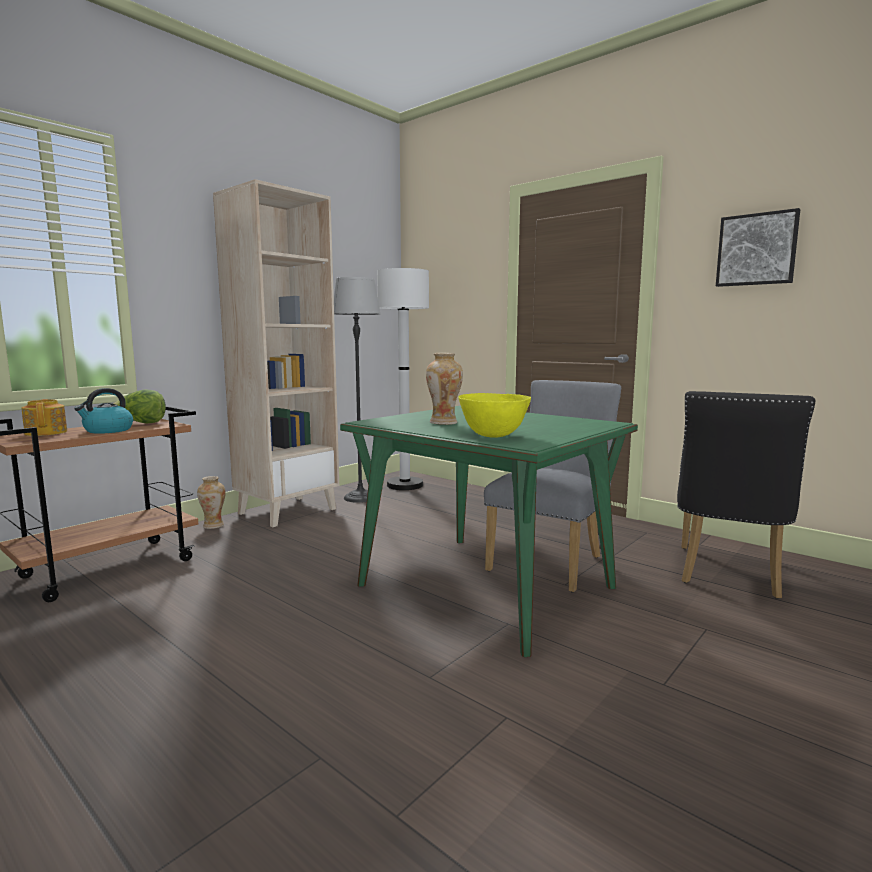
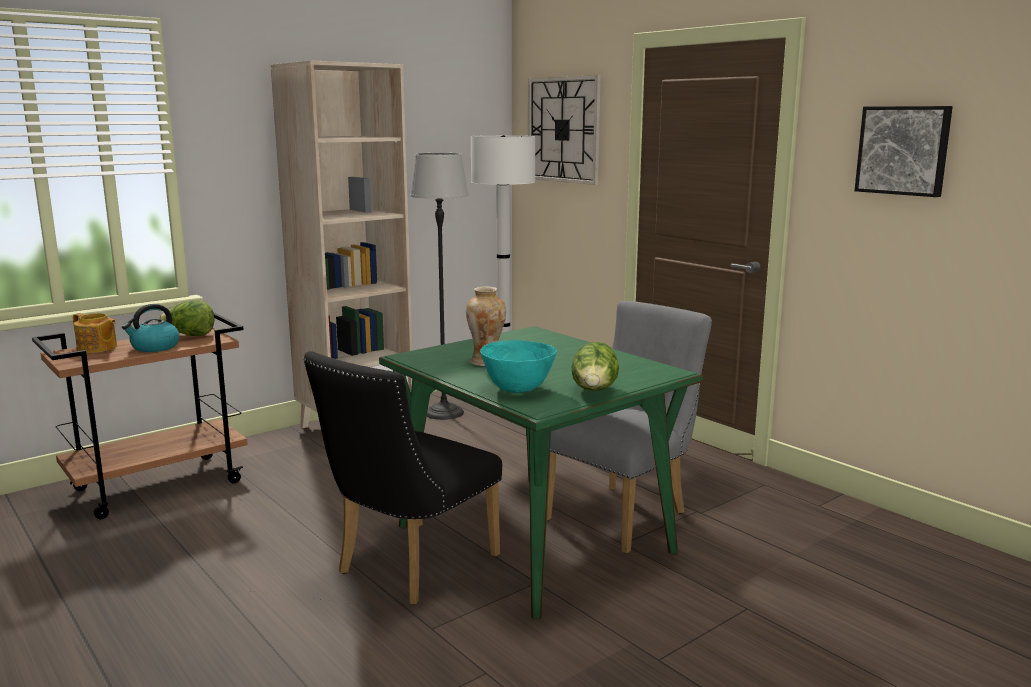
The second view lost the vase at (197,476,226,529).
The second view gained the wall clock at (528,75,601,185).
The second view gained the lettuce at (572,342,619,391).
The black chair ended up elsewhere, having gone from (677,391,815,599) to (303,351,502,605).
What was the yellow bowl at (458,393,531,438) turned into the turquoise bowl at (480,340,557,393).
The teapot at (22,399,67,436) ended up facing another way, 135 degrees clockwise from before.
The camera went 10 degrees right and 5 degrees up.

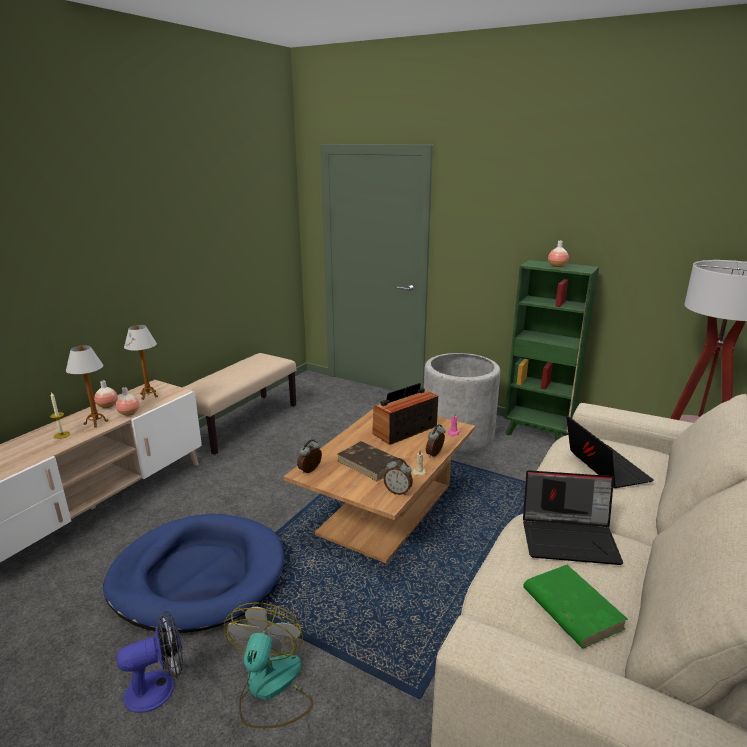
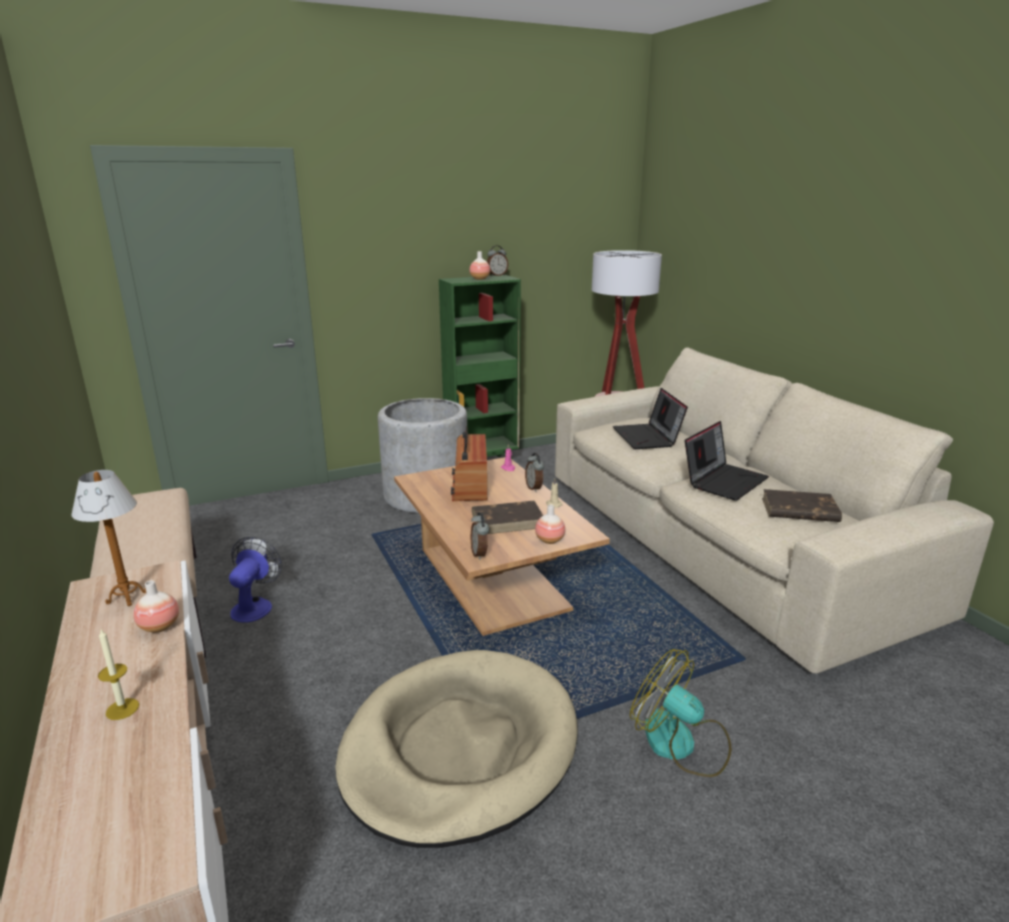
The second view lost the table lamp at (66,345,108,427).
The vase ended up elsewhere, having gone from (94,380,118,408) to (535,505,565,544).
The fan ended up elsewhere, having gone from (116,611,183,713) to (229,537,282,623).
The alarm clock ended up elsewhere, having gone from (384,458,413,495) to (487,245,508,276).
What was the blue dog bed at (103,514,284,633) turned into the beige dog bed at (335,650,578,848).
What was the green book at (523,565,628,648) turned into the brown book at (762,489,842,522).
The laptop at (566,415,654,488) ended up facing another way, 120 degrees counterclockwise from before.
The camera went 55 degrees left and 0 degrees up.

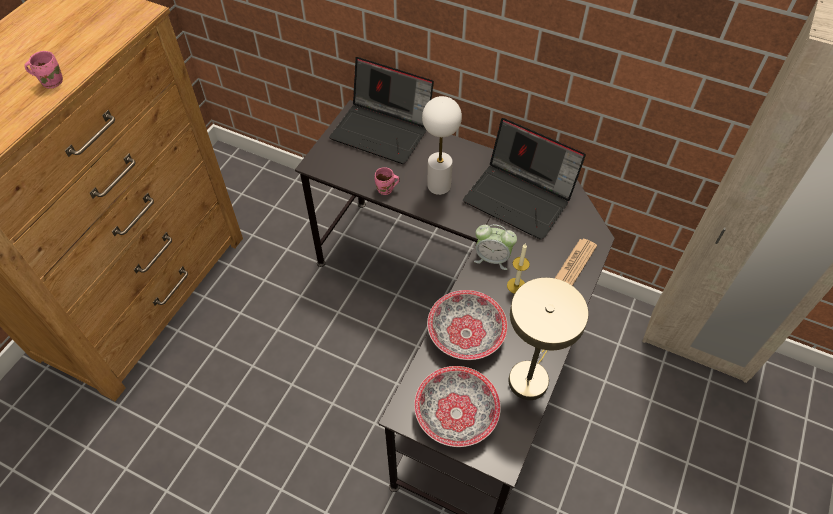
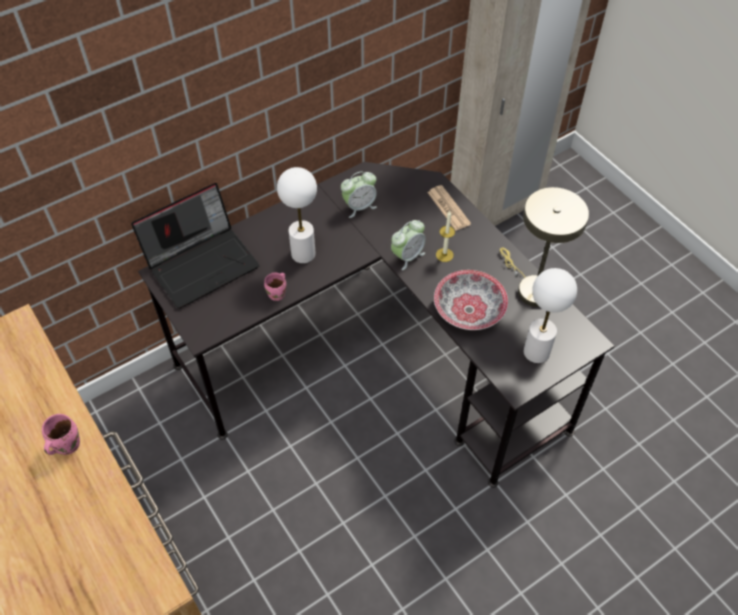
Where the bowl stood at (414,366,501,447), the white table lamp came to stand at (524,268,577,363).
Where the laptop stood at (463,118,586,240), the alarm clock came to stand at (341,171,377,218).
The camera went 60 degrees left and 0 degrees up.

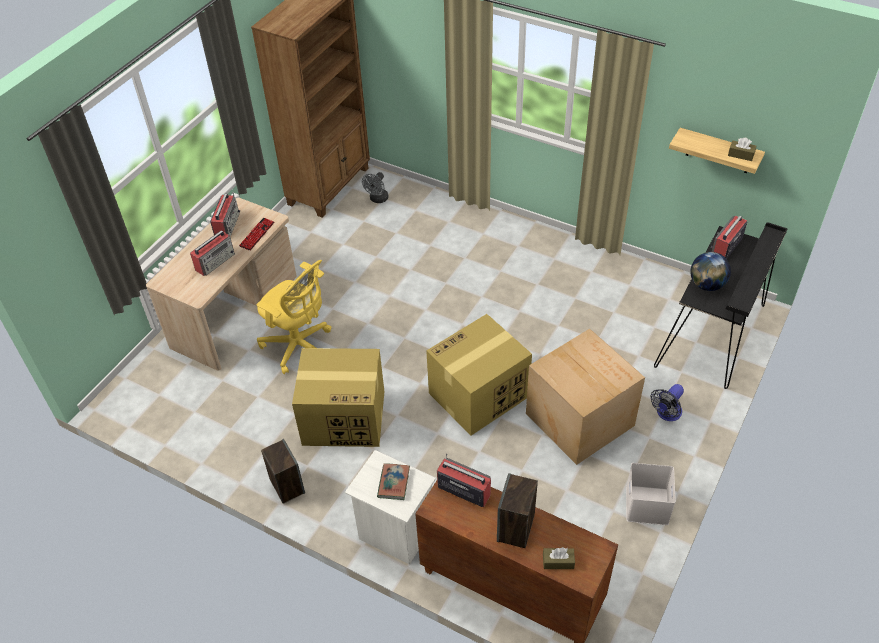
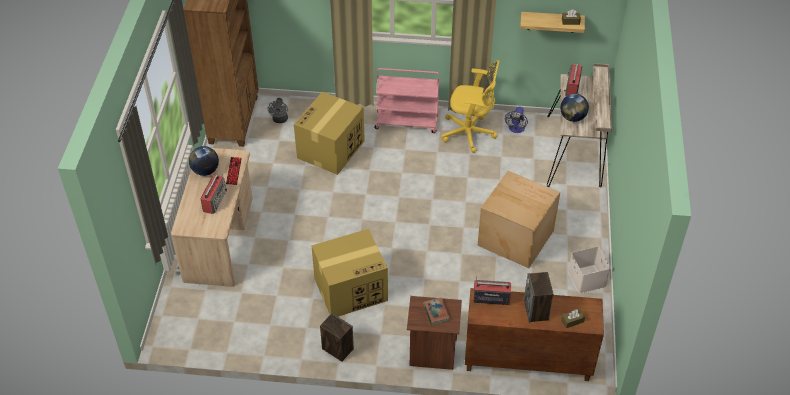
The second view gained the pink cart at (374,68,439,133).
The yellow office chair ended up elsewhere, having gone from (256,260,331,374) to (442,60,499,153).
The cardboard box ended up elsewhere, having gone from (426,314,532,436) to (294,92,365,175).
The fan ended up elsewhere, having gone from (650,384,684,421) to (505,106,528,133).
Where the radio stood at (210,192,240,237), the globe came to stand at (189,146,219,176).
What was the white nightstand at (345,450,436,564) turned into the brown nightstand at (407,296,462,370).
What was the black desk at (654,222,788,389) turned into the beige desk at (547,63,612,187).
The camera went 25 degrees left and 0 degrees up.

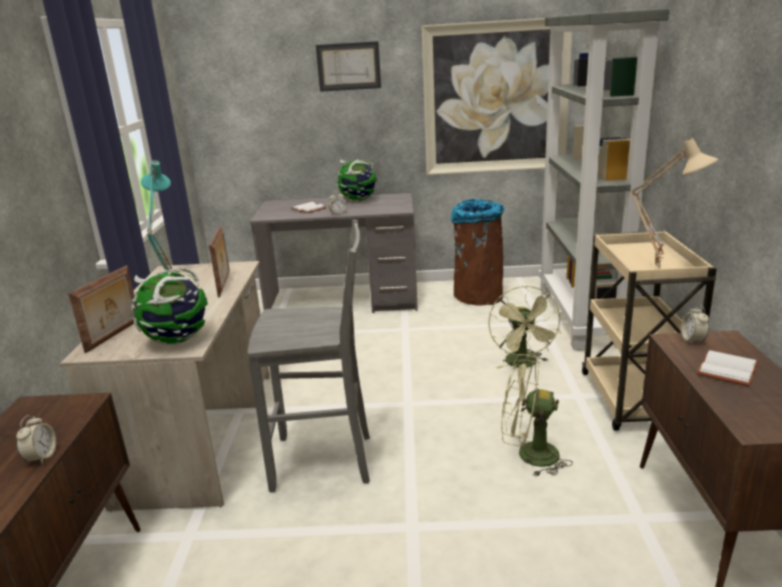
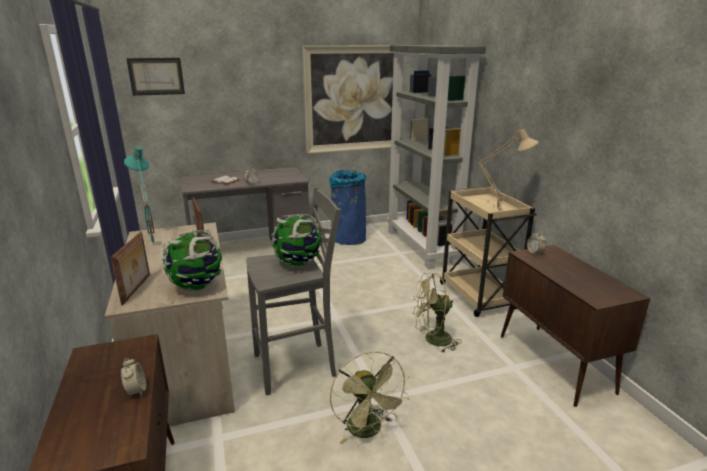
The second view lost the white book at (697,350,758,386).
The picture ended up elsewhere, having gone from (316,41,381,92) to (126,58,185,96).
The globe ended up elsewhere, having gone from (336,159,377,201) to (271,214,321,267).
The green fan ended up elsewhere, having gone from (488,286,562,369) to (330,352,409,444).
What was the brown trash can at (451,199,504,306) turned into the blue trash can at (329,170,367,245).
The camera went 20 degrees left and 0 degrees up.

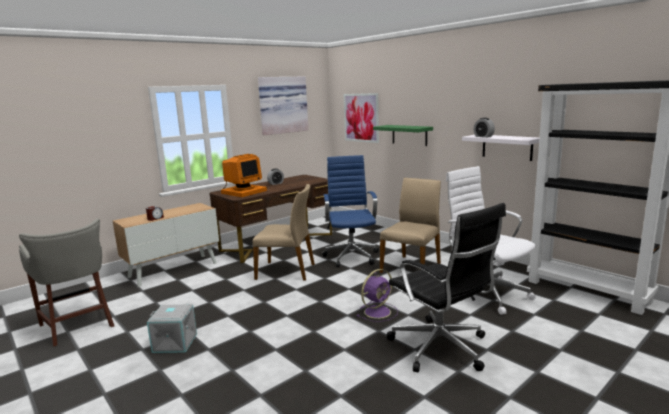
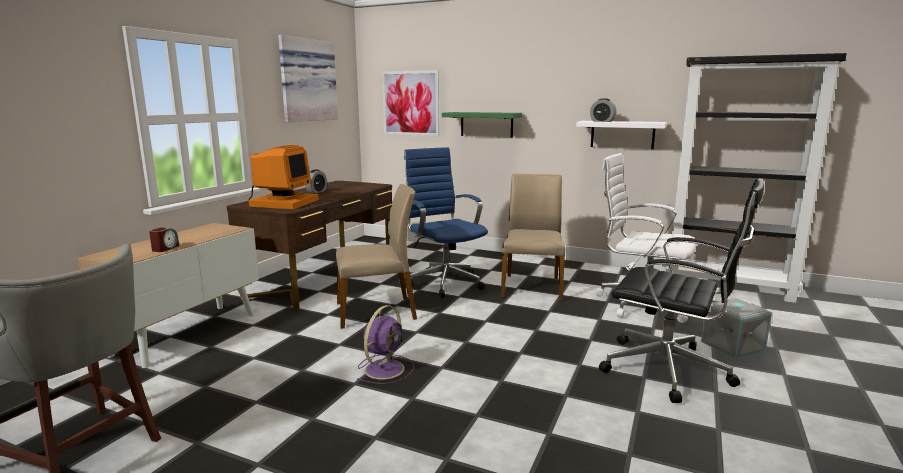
The grey storage box ended up elsewhere, having gone from (147,304,197,353) to (701,298,772,359).
The purple fan ended up elsewhere, having gone from (357,269,398,322) to (356,305,414,384).
The camera went 25 degrees left and 0 degrees up.

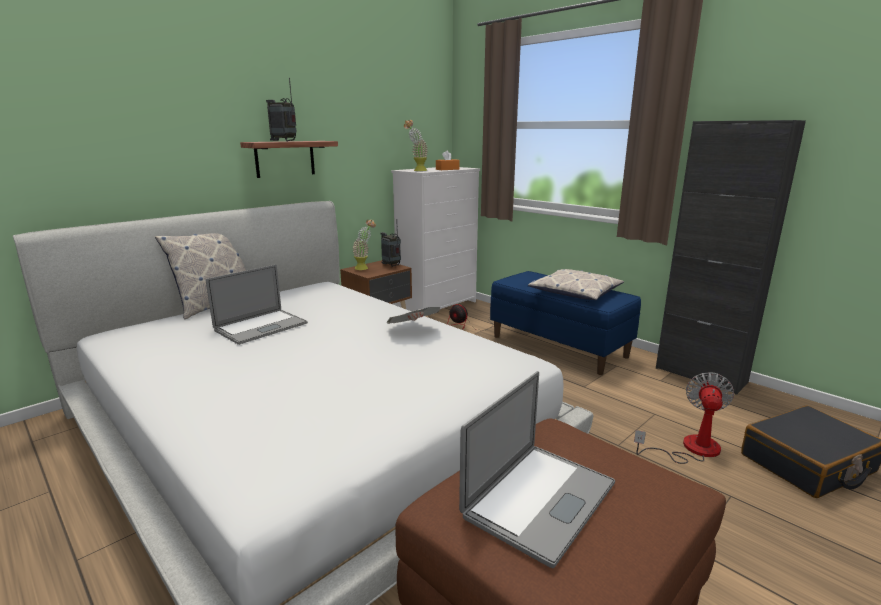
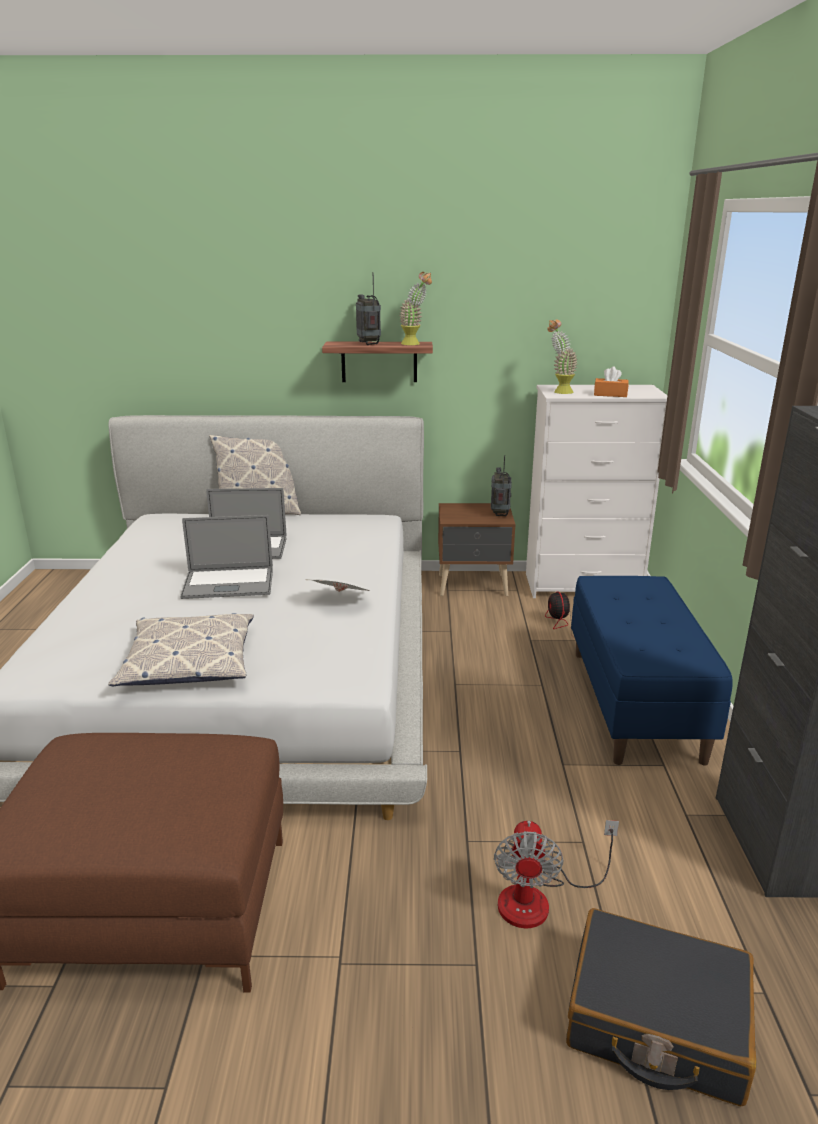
The potted plant ended up elsewhere, having gone from (353,219,376,270) to (399,272,432,345).
The laptop ended up elsewhere, having gone from (459,371,615,568) to (180,515,273,599).
The pillow ended up elsewhere, having gone from (528,269,624,300) to (108,613,254,686).
The fan at (634,372,734,464) ended up facing another way, 120 degrees clockwise from before.
The camera went 45 degrees right and 5 degrees up.

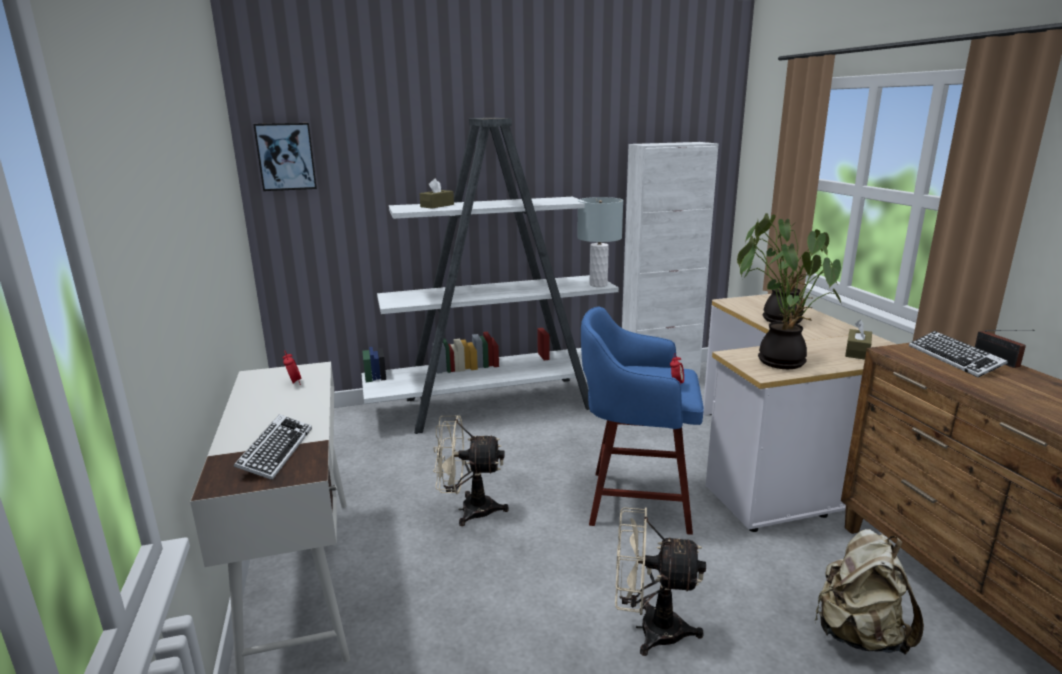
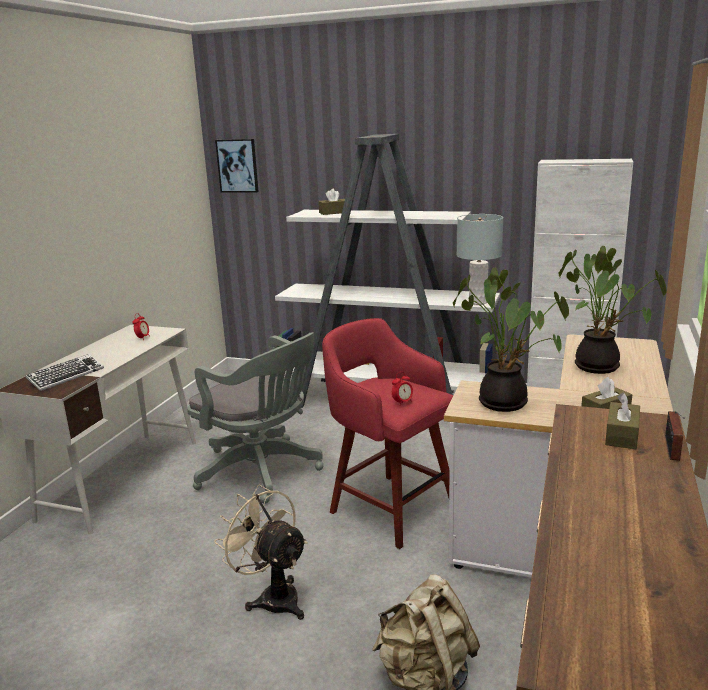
Where the beige fan stood at (433,415,509,526), the grey office chair came to stand at (187,332,324,504).
Where the keyboard stood at (909,331,1008,377), the brown tissue box came to stand at (605,392,640,449).
What was the blue stool at (581,306,704,535) turned into the red stool at (322,318,453,549).
The camera went 35 degrees right and 0 degrees up.

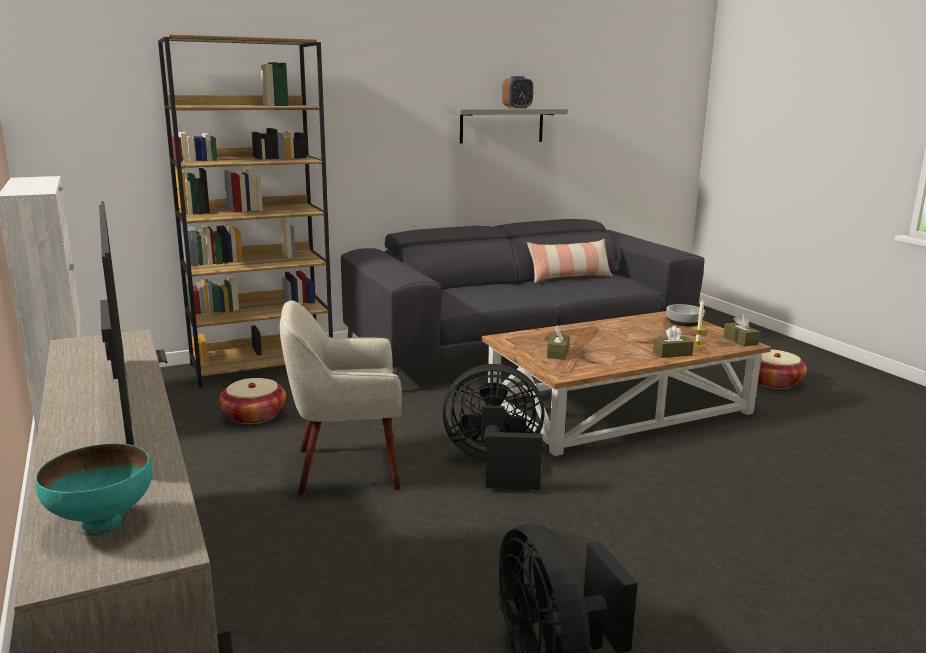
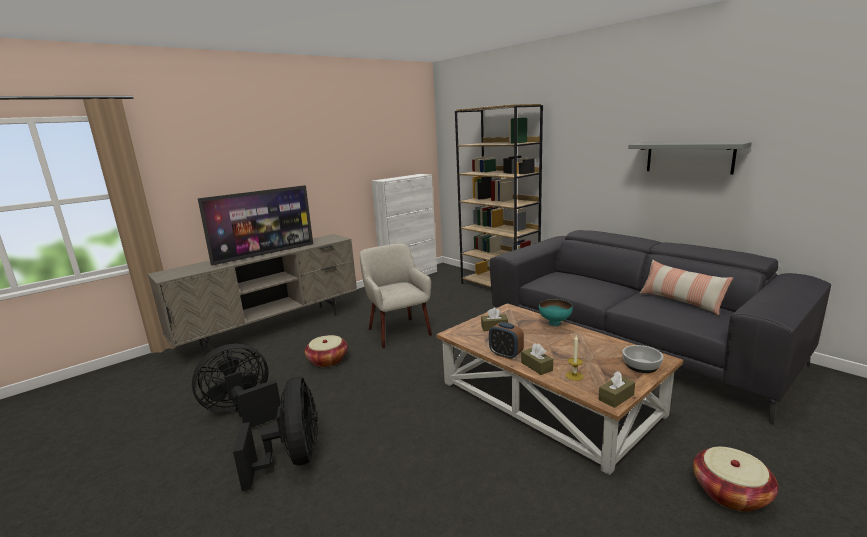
The turquoise bowl ended up elsewhere, having gone from (35,443,152,536) to (539,299,573,326).
The basket ended up elsewhere, having gone from (219,378,286,424) to (305,335,348,367).
The black fan ended up elsewhere, having gone from (442,364,545,490) to (233,377,318,491).
The alarm clock ended up elsewhere, having gone from (502,76,533,109) to (489,322,524,360).
The camera went 75 degrees right and 0 degrees up.

